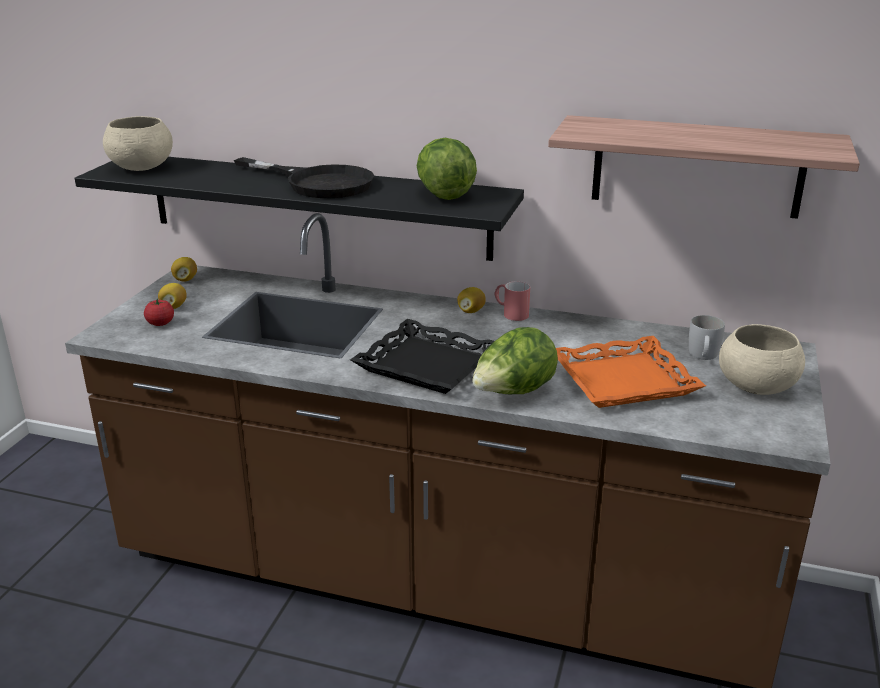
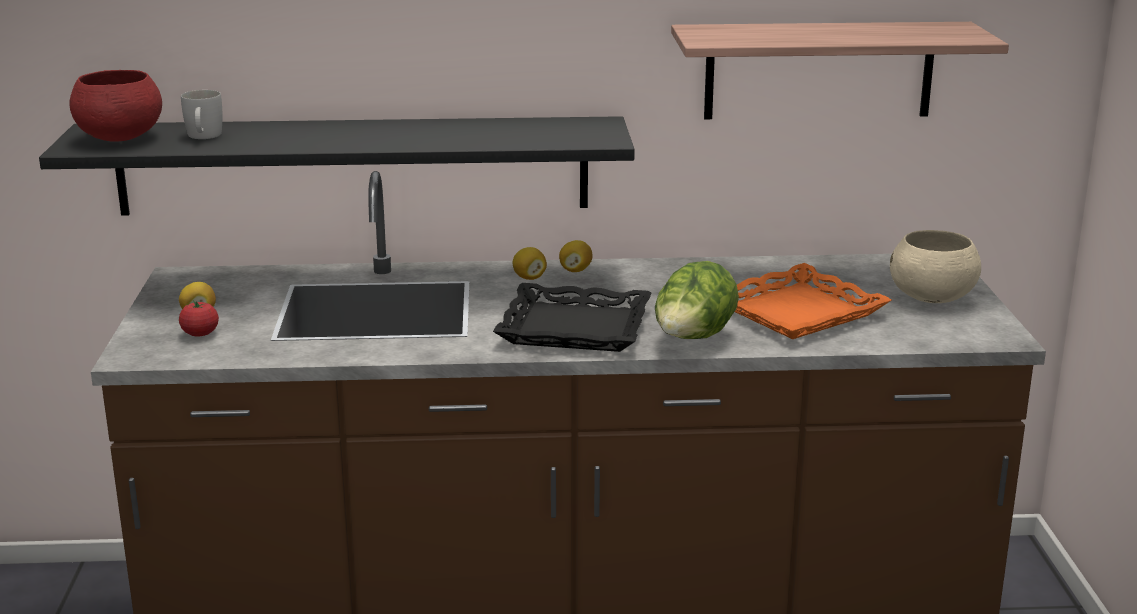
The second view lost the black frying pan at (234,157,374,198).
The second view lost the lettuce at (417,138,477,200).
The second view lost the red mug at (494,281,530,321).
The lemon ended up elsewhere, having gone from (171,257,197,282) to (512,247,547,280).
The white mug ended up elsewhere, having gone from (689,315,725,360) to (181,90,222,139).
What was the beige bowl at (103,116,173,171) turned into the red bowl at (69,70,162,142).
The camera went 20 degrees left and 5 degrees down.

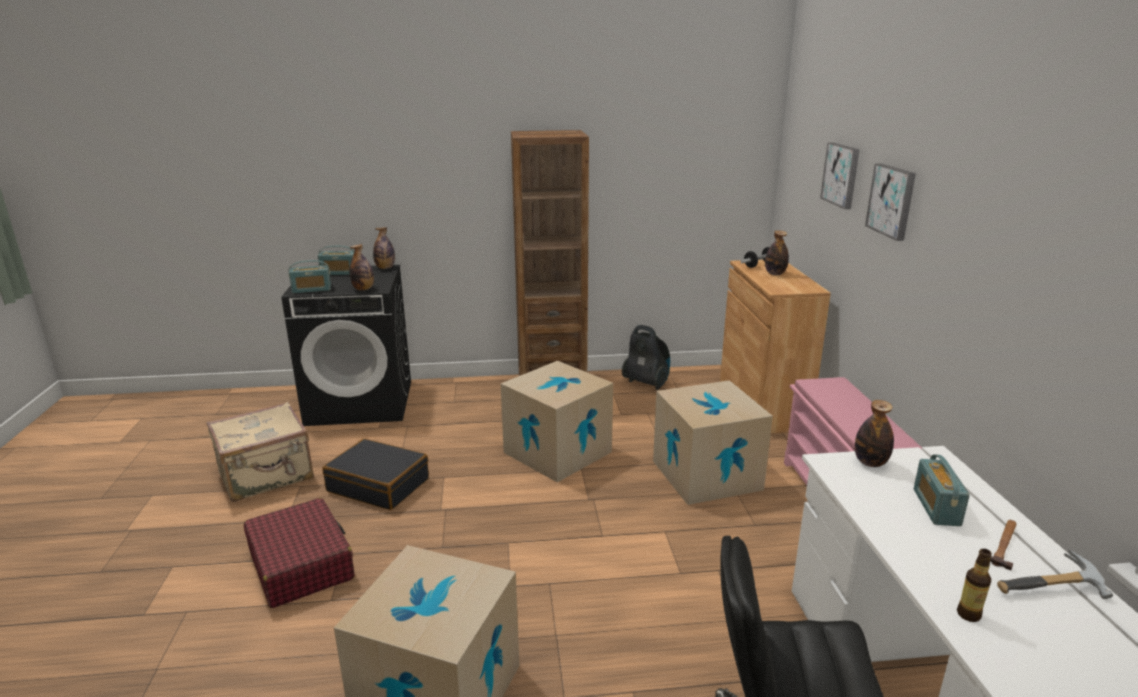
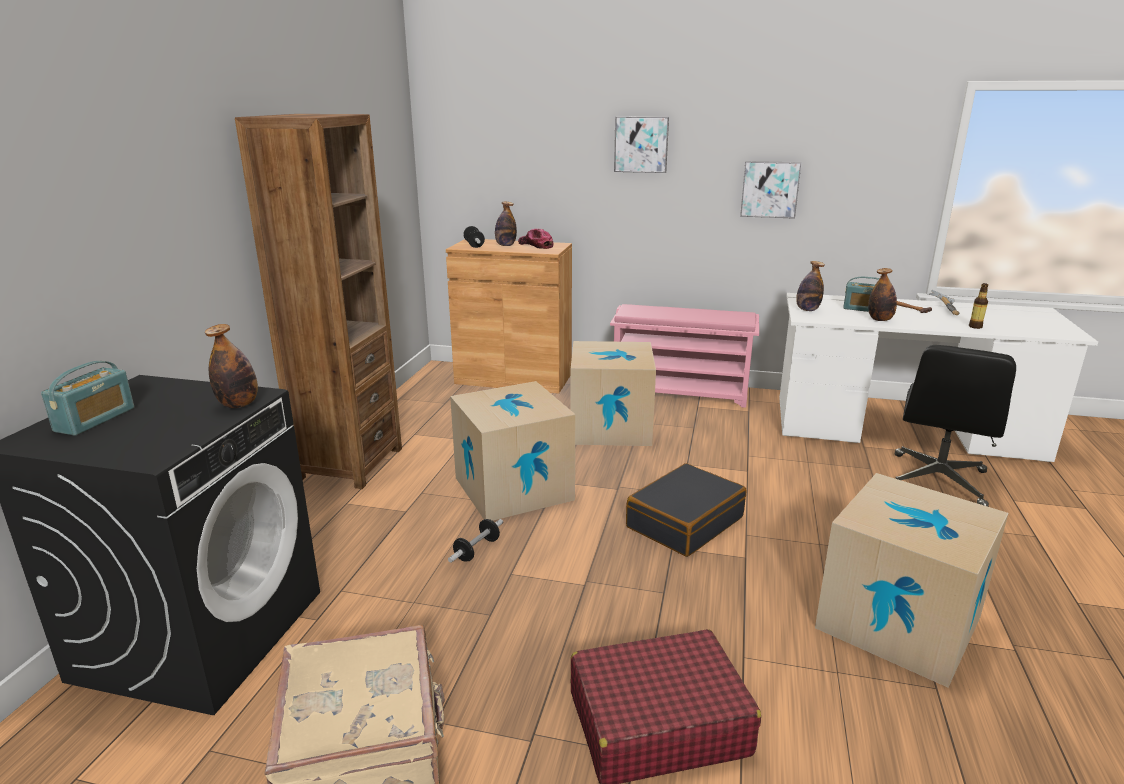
The second view lost the radio at (288,260,331,294).
The second view lost the vacuum cleaner at (622,325,670,390).
The second view gained the dumbbell at (448,519,503,563).
The second view gained the cap at (518,229,553,249).
The black suitcase ended up elsewhere, having gone from (322,439,429,510) to (626,463,746,557).
The bottle ended up elsewhere, having gone from (373,227,395,269) to (868,268,897,321).
The picture ended up elsewhere, having gone from (820,142,860,209) to (740,161,802,219).
The camera went 70 degrees left and 0 degrees up.

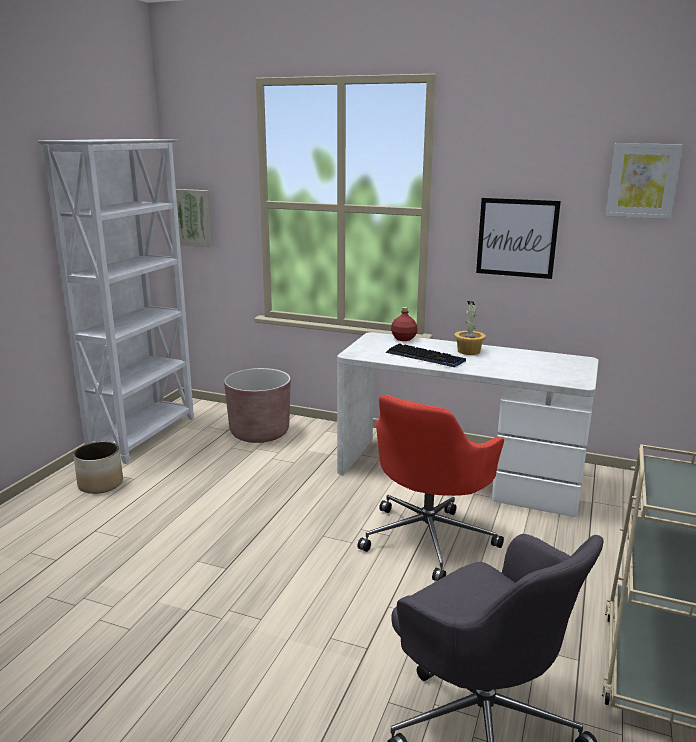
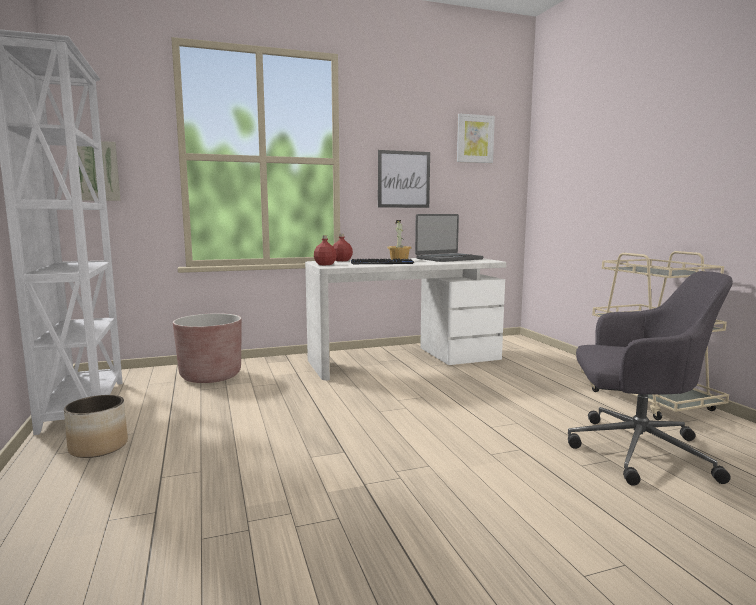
The second view lost the red office chair at (357,394,504,581).
The second view gained the red bottle at (314,235,337,265).
The second view gained the laptop at (415,214,483,262).
The camera went 40 degrees left and 10 degrees down.

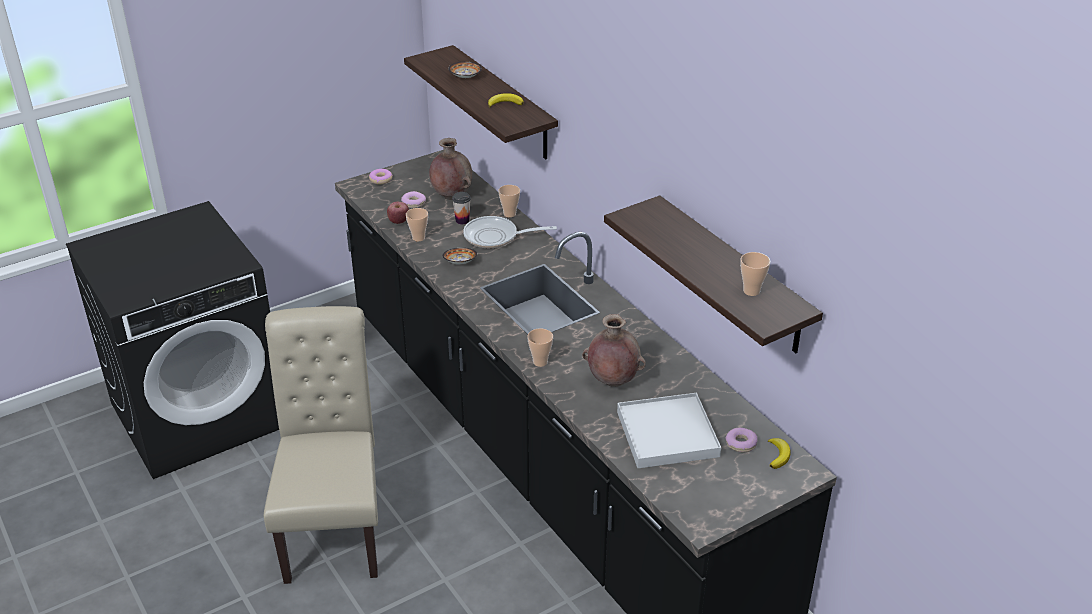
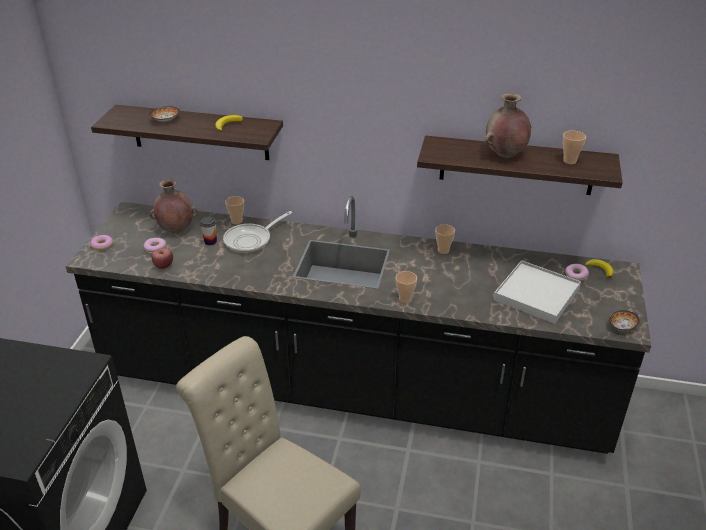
The cup ended up elsewhere, having gone from (406,208,428,241) to (435,224,455,254).
The bowl ended up elsewhere, having gone from (443,248,477,264) to (609,310,640,331).
The brown vase ended up elsewhere, having gone from (582,314,646,387) to (485,93,531,158).
The camera went 45 degrees left and 0 degrees up.

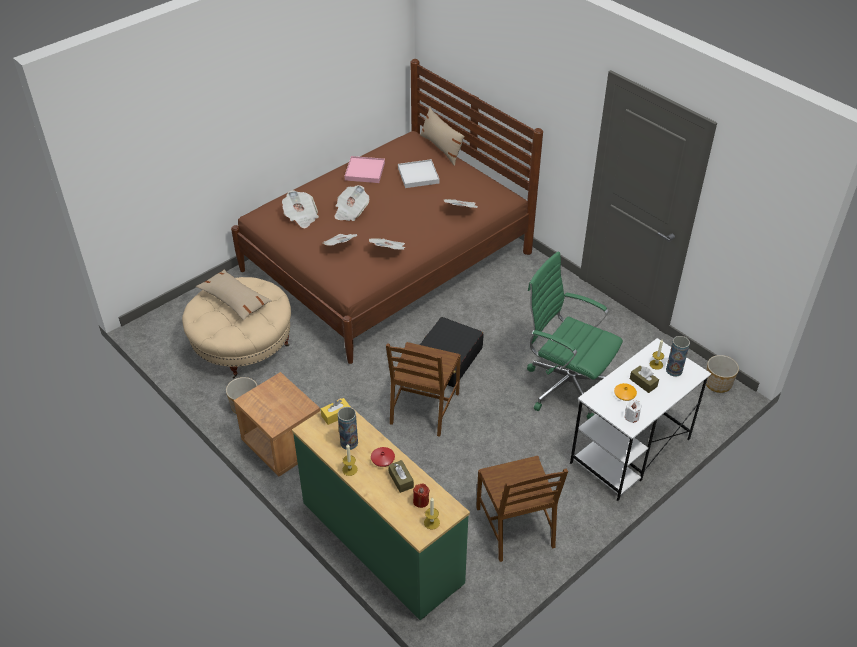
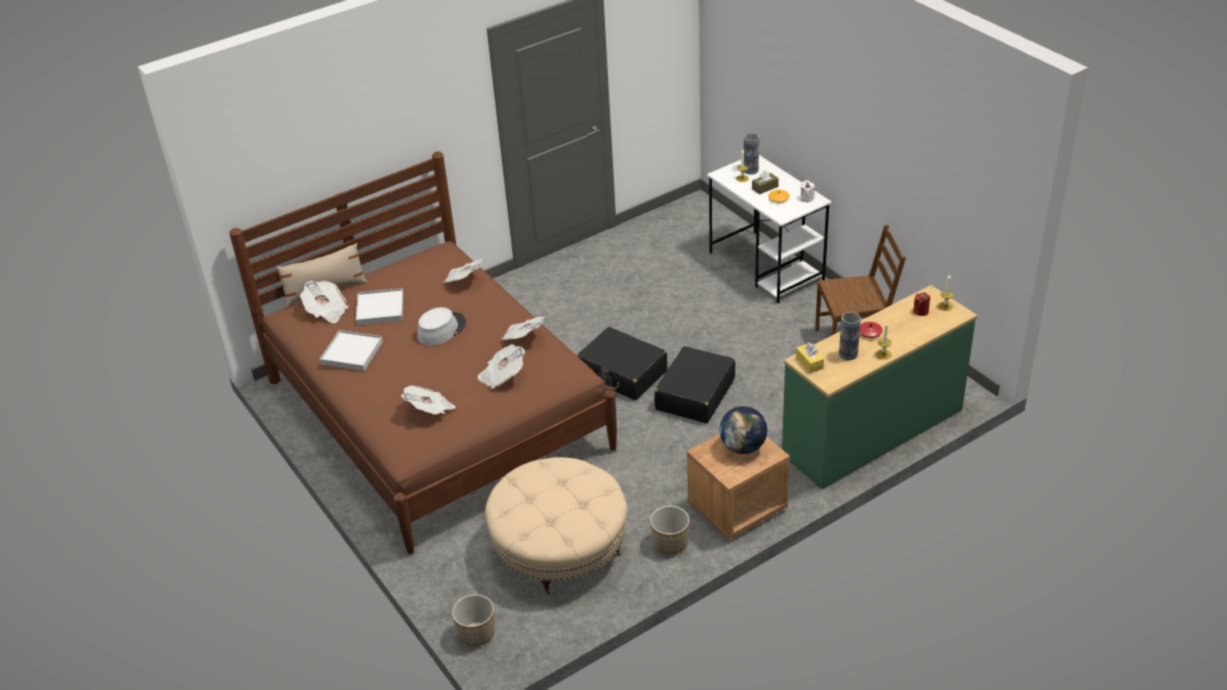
The second view lost the beige pillow at (196,269,272,320).
The second view lost the brown tissue box at (388,460,414,493).
The second view lost the green office chair at (527,251,623,419).
The second view gained the grey hat at (417,307,466,346).
The second view gained the globe at (719,406,767,454).
The newspaper ended up elsewhere, having gone from (334,185,369,221) to (300,281,349,323).
The planter ended up elsewhere, having gone from (706,355,739,393) to (452,594,495,646).
Where the brown chair stood at (386,342,461,437), the black suitcase came to stand at (654,346,735,423).
What was the pink tray at (344,156,385,183) turned into the white tray at (320,330,383,371).
The camera went 80 degrees left and 5 degrees down.

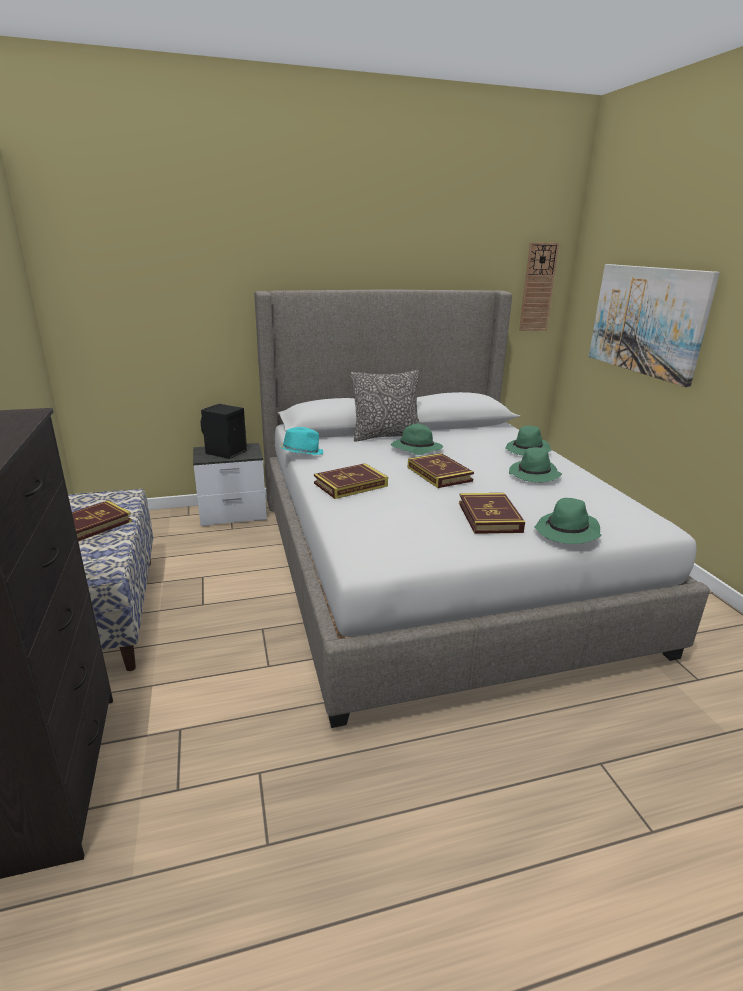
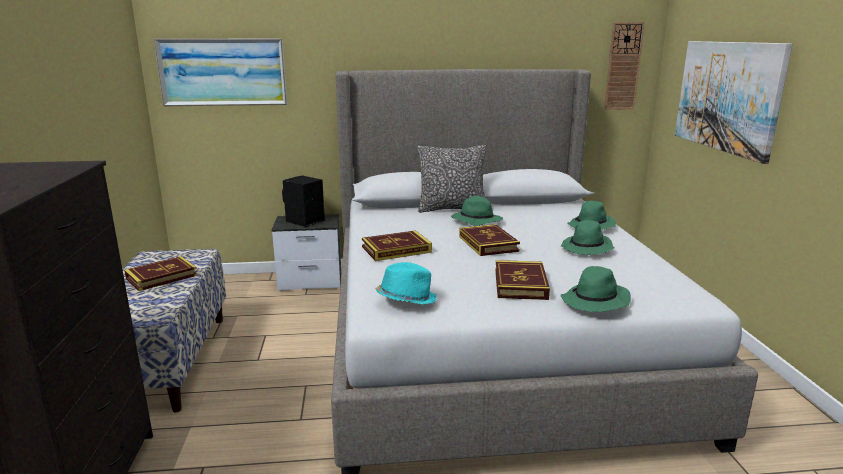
The second view gained the picture at (154,38,287,106).
The turquoise hat ended up elsewhere, having gone from (279,427,324,455) to (375,262,437,304).
The camera went 10 degrees right and 5 degrees down.

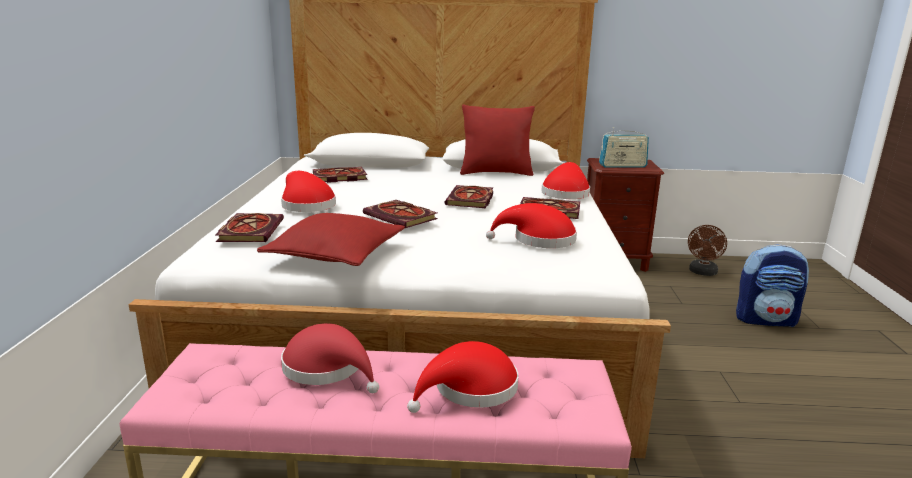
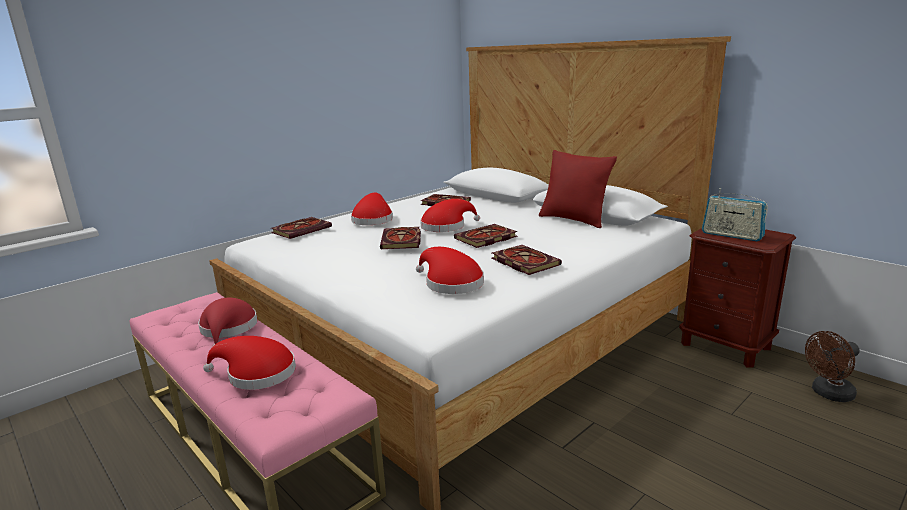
The second view lost the red pillow at (257,213,405,266).
The second view lost the backpack at (736,244,809,327).
The red hat ended up elsewhere, having gone from (541,162,590,199) to (420,199,480,232).
The camera went 45 degrees right and 0 degrees up.

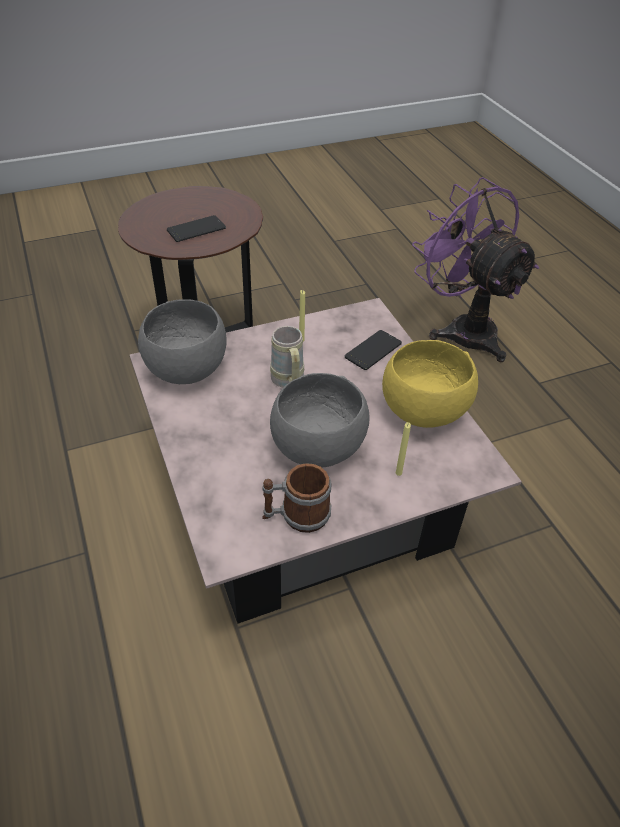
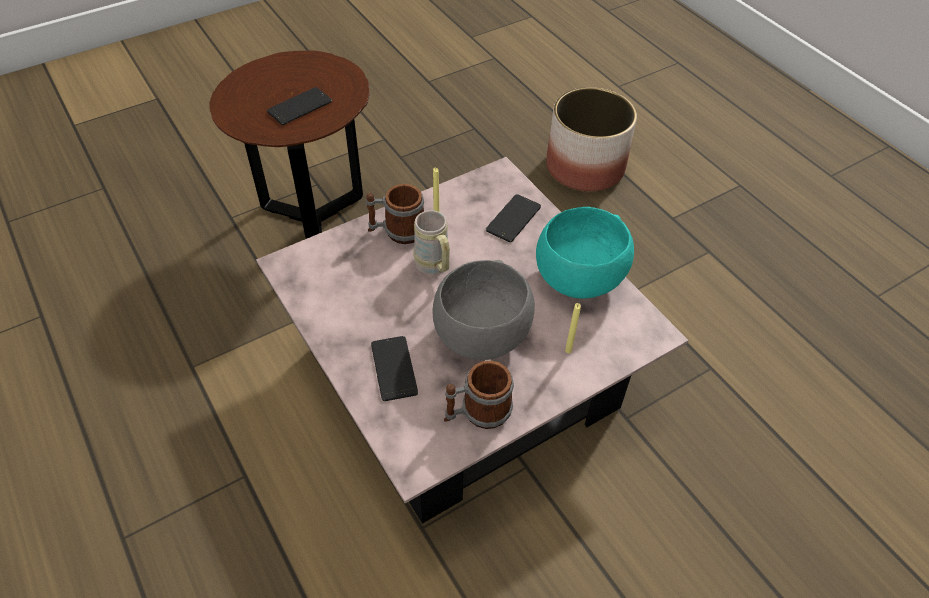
The second view lost the grey bowl at (138,299,227,384).
The second view gained the mug at (366,184,424,244).
The second view gained the phone at (371,336,418,401).
Where the purple fan stood at (412,177,539,362), the planter came to stand at (546,87,637,192).
What was the yellow bowl at (382,340,478,428) turned into the turquoise bowl at (536,207,634,299).
The camera went 10 degrees left and 5 degrees up.

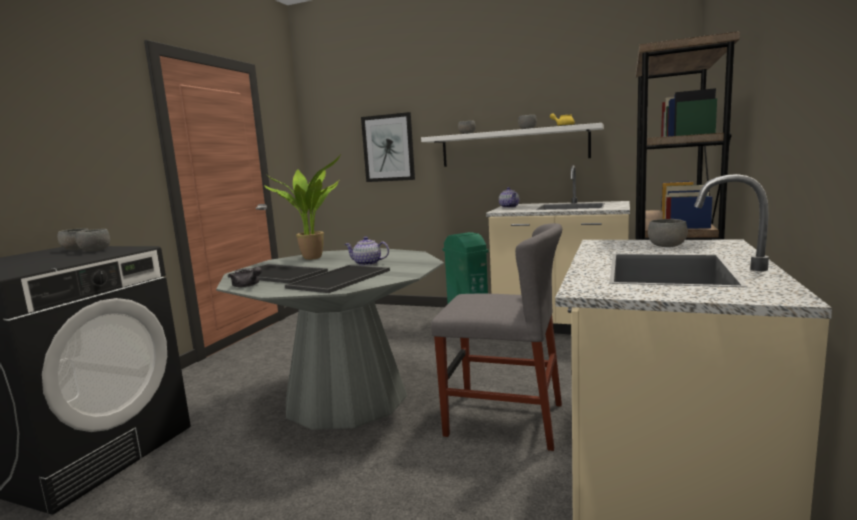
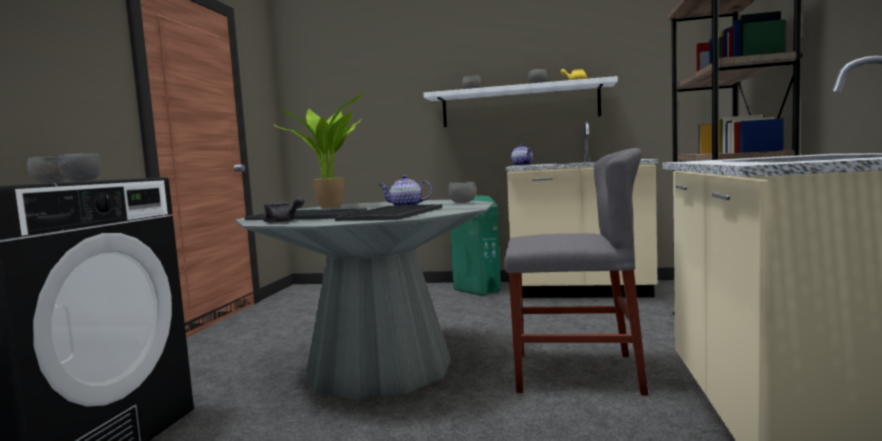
The second view lost the picture at (361,112,415,182).
The grey bowl ended up elsewhere, having gone from (648,219,688,247) to (448,181,477,203).
The camera went 10 degrees left and 5 degrees down.

